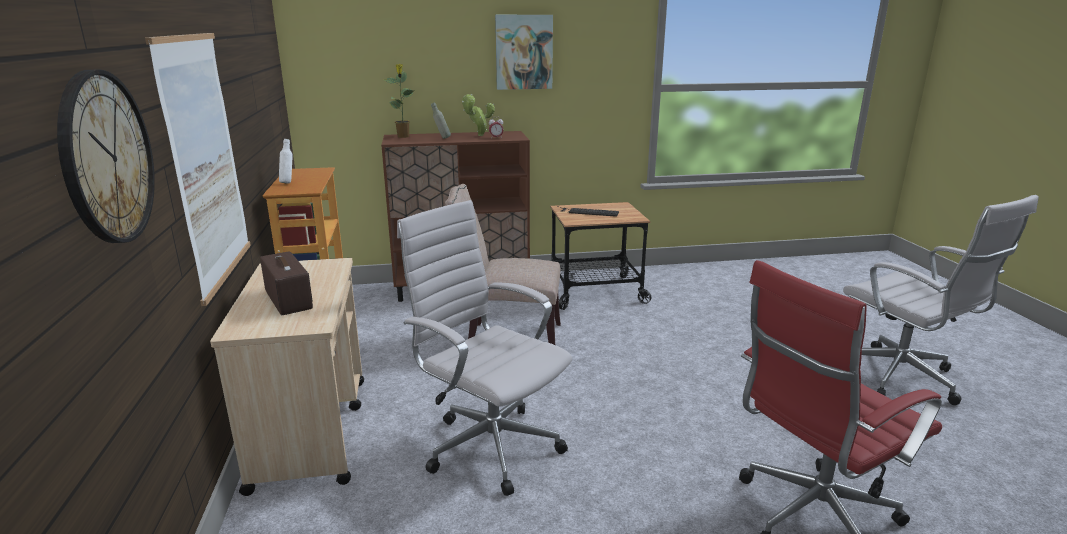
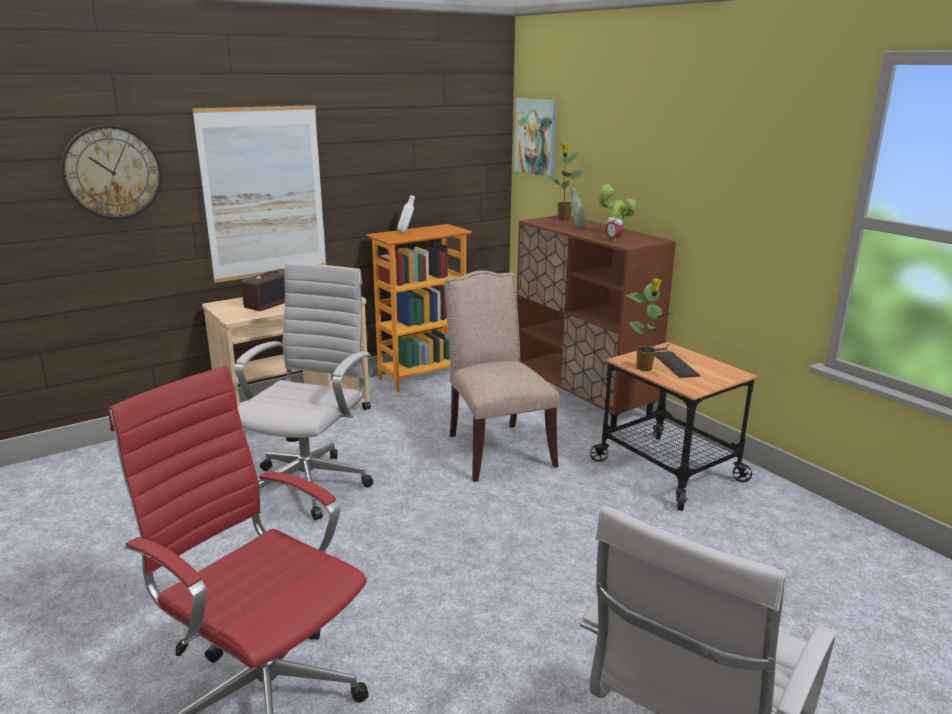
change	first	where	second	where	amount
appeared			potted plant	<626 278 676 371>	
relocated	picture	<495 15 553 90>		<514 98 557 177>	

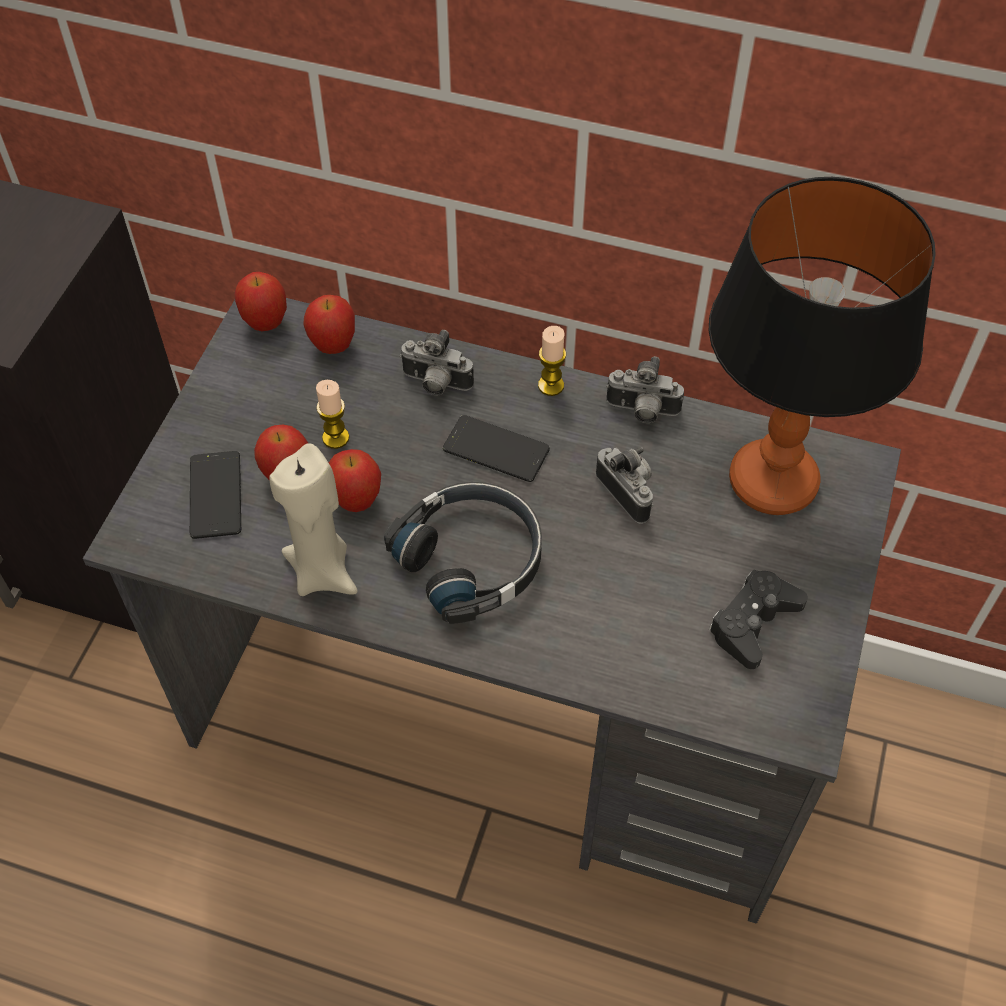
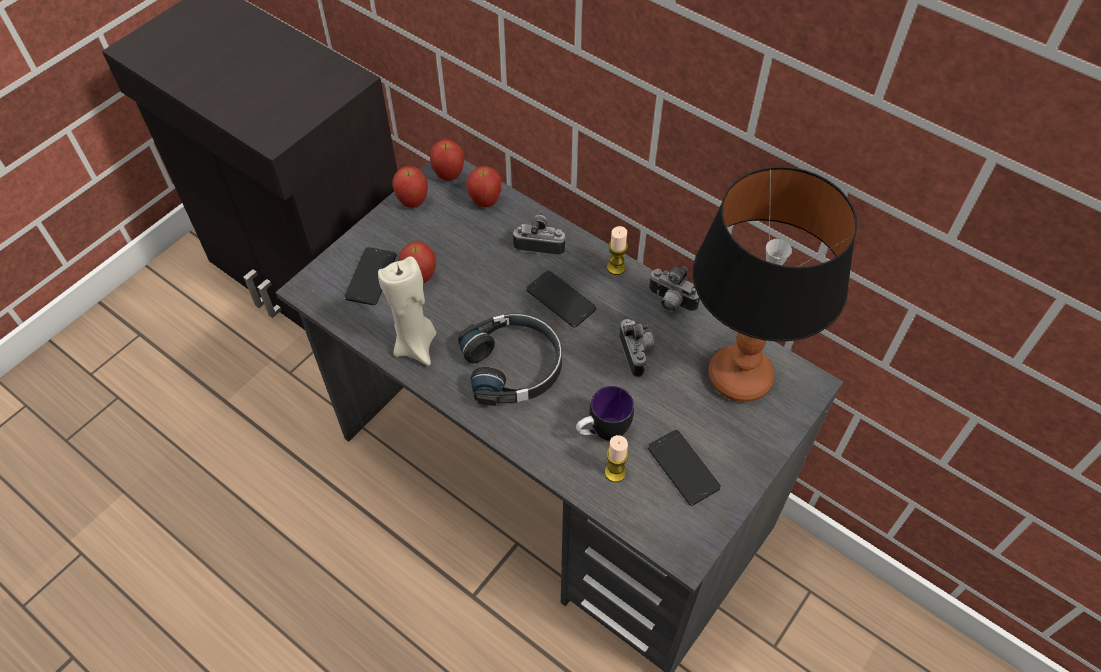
change	first	where	second	where	amount
appeared			mug	<576 386 634 441>	
relocated	candle	<316 380 349 449>		<605 435 629 482>	
relocated	apple	<329 449 381 512>		<392 166 428 208>	
exchanged	game controller/black	<709 570 808 669>	phone	<647 430 721 506>	
spun	photo camera	<399 330 474 395>		<513 211 566 256>	150 degrees clockwise

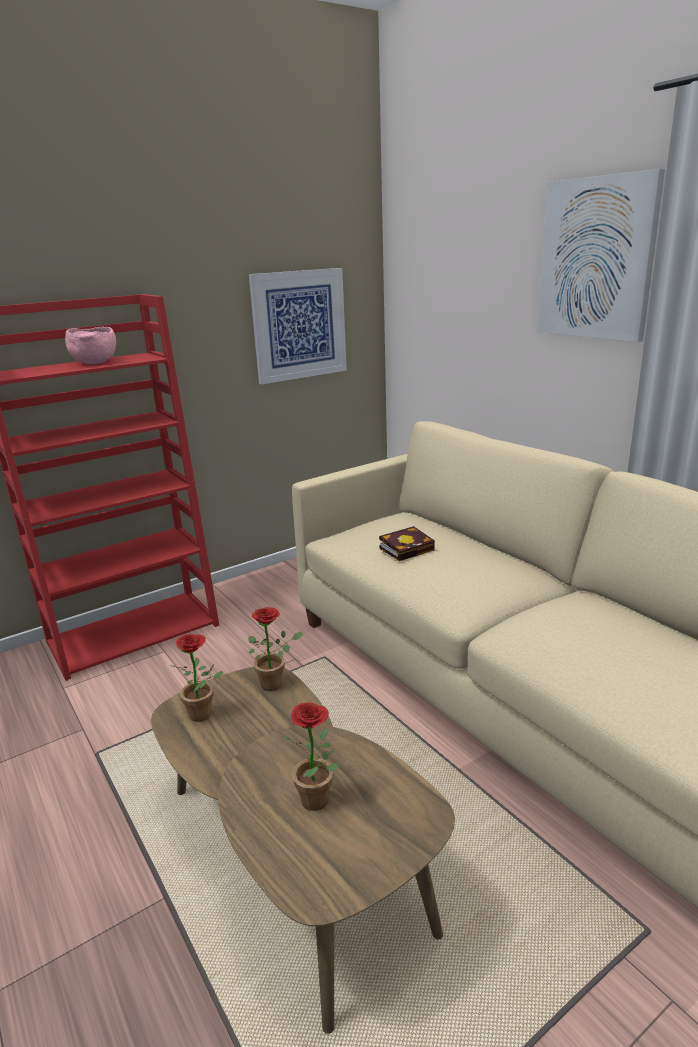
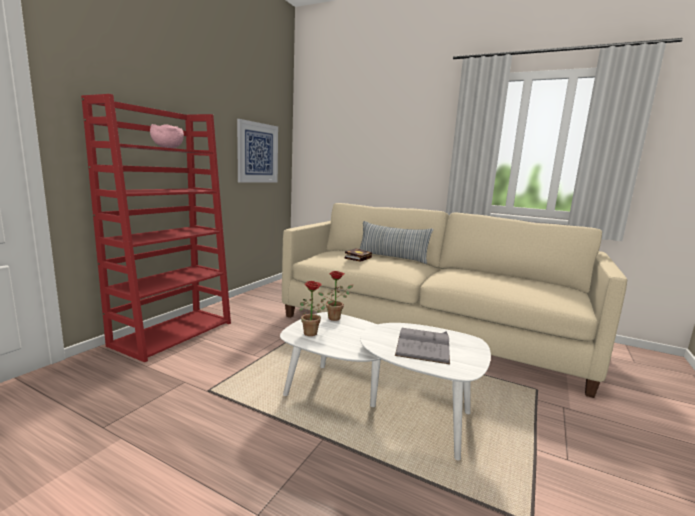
change	first	where	second	where	amount
missing	picture	<537 169 665 342>			
appeared			pillow	<359 221 433 264>	
exchanged	potted plant	<283 702 338 811>	book/grey	<395 328 450 364>	
colour	coffee table/brown	<151 667 455 1034>	coffee table/white	<280 312 491 461>	

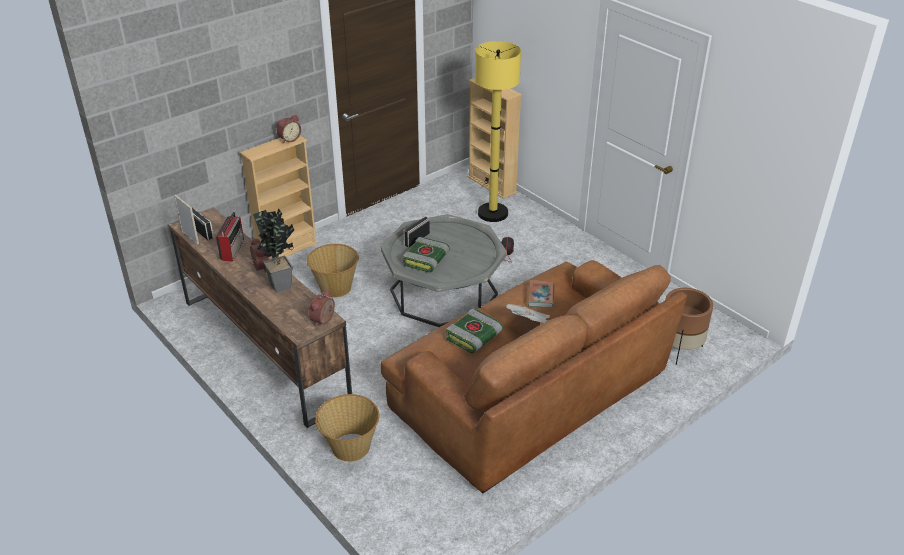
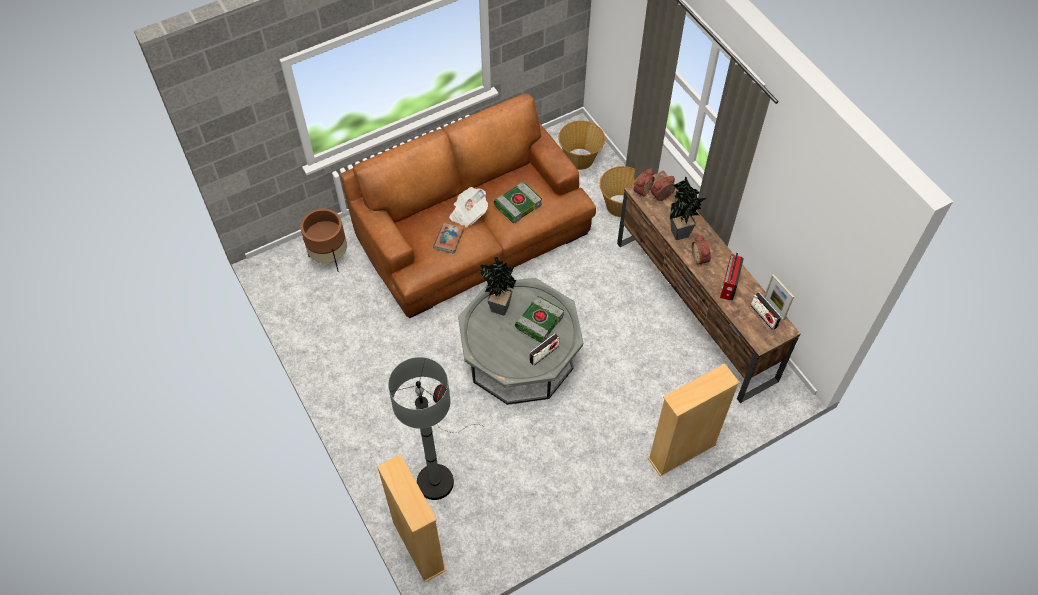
change	first	where	second	where	amount
appeared			potted plant	<480 257 516 316>	
relocated	alarm clock	<277 115 301 143>		<651 176 675 201>	
relocated	basket	<307 244 359 298>		<558 121 605 170>	
colour	floor lamp/yellow	<475 41 521 222>	floor lamp/grey	<388 357 454 500>	

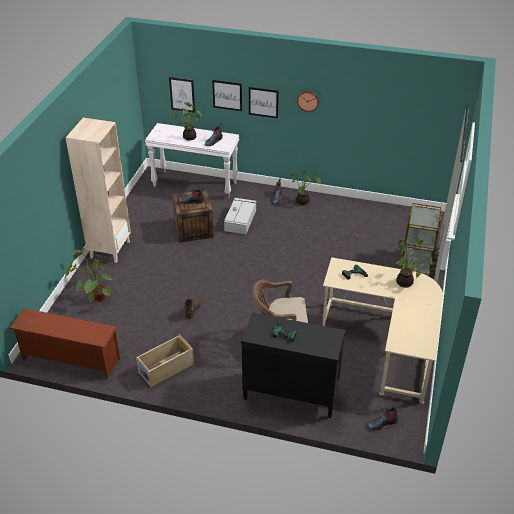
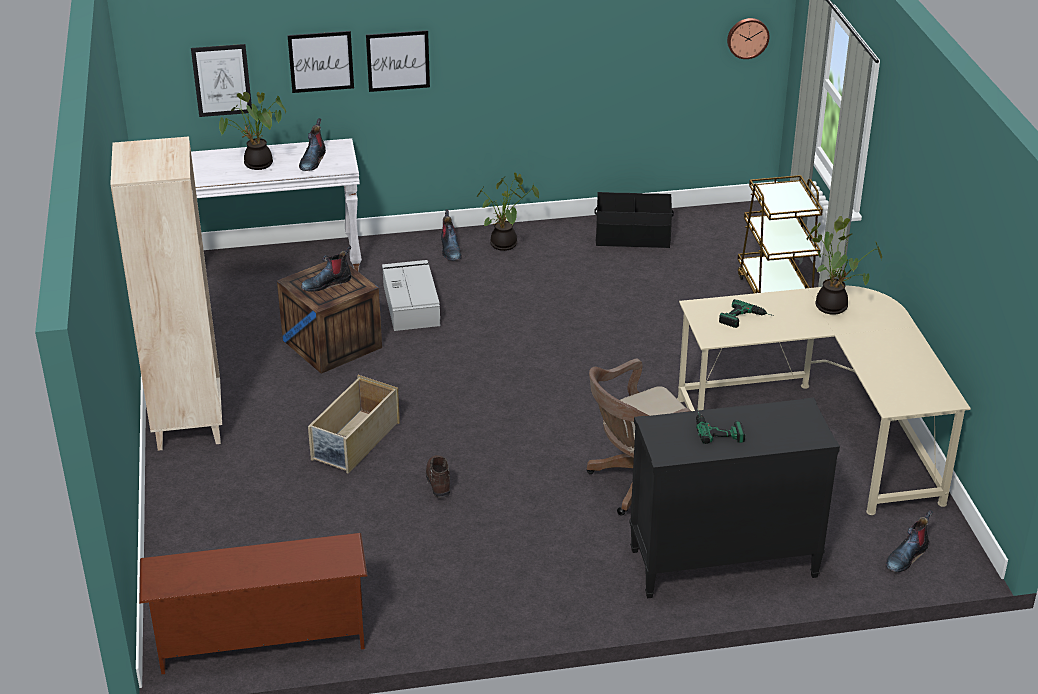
change	first	where	second	where	amount
missing	potted plant	<65 248 114 302>			
appeared			storage box/black	<595 192 674 248>	
relocated	storage box/beige	<136 334 194 387>		<308 375 400 474>	
relocated	wall clock	<297 91 319 112>		<727 18 769 59>	

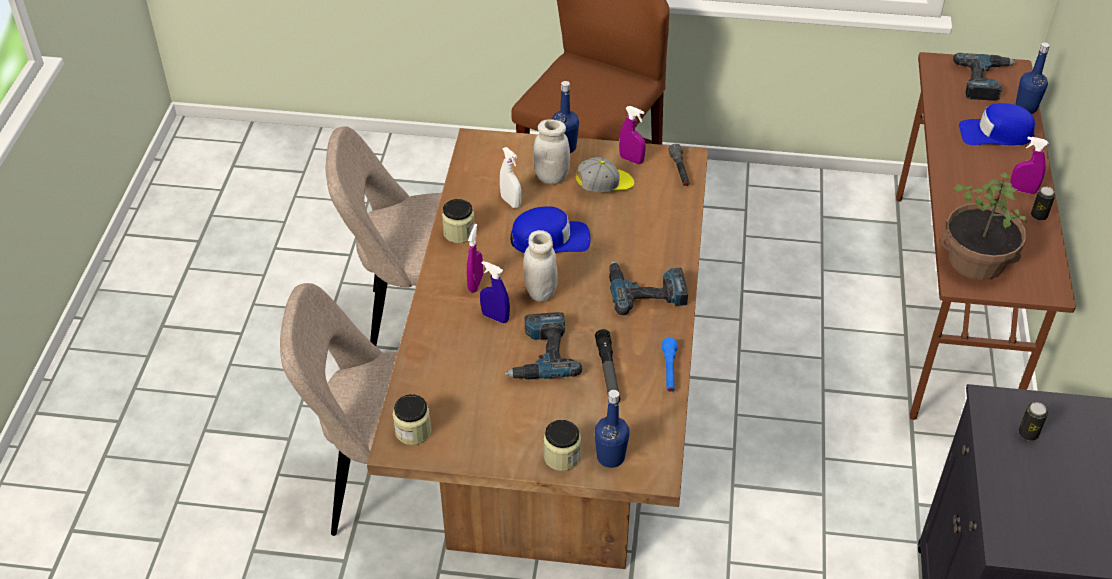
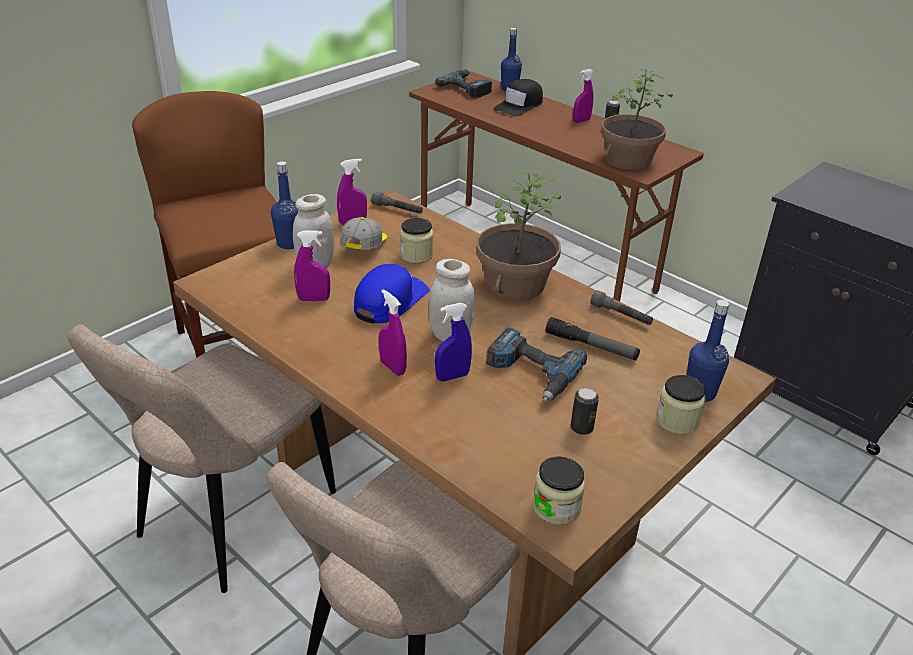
change	first	where	second	where	amount
relocated	jar	<442 199 475 243>		<400 218 433 263>	
relocated	can	<1018 402 1048 441>		<571 387 599 435>	
exchanged	power drill	<609 261 688 315>	potted plant	<476 172 561 301>	
colour	spray bottle/white	<500 147 521 208>	spray bottle/purple	<294 230 330 301>	
colour	flashlight/blue	<662 338 677 392>	flashlight/grey	<590 290 653 325>	
colour	cap/blue	<959 103 1035 145>	cap/black	<493 79 543 117>	

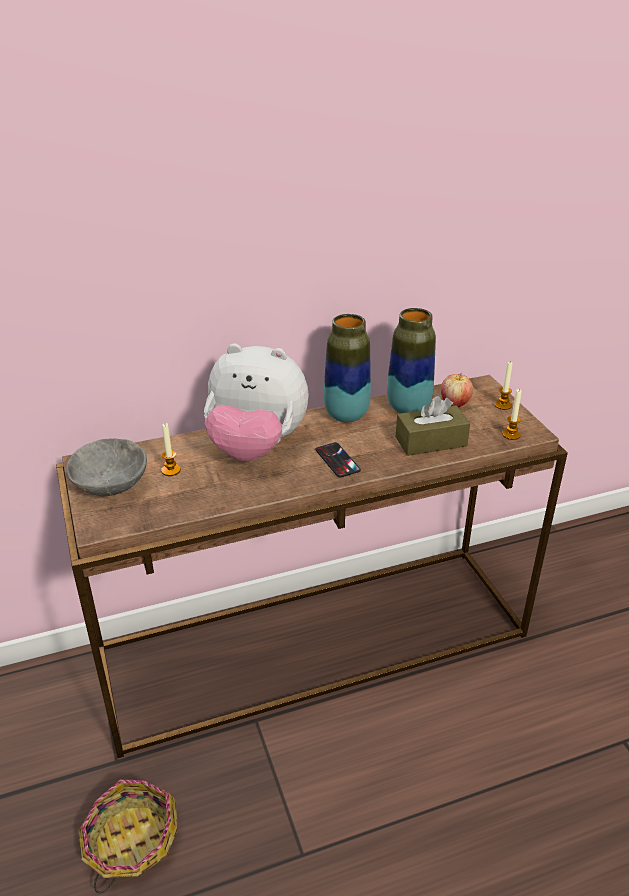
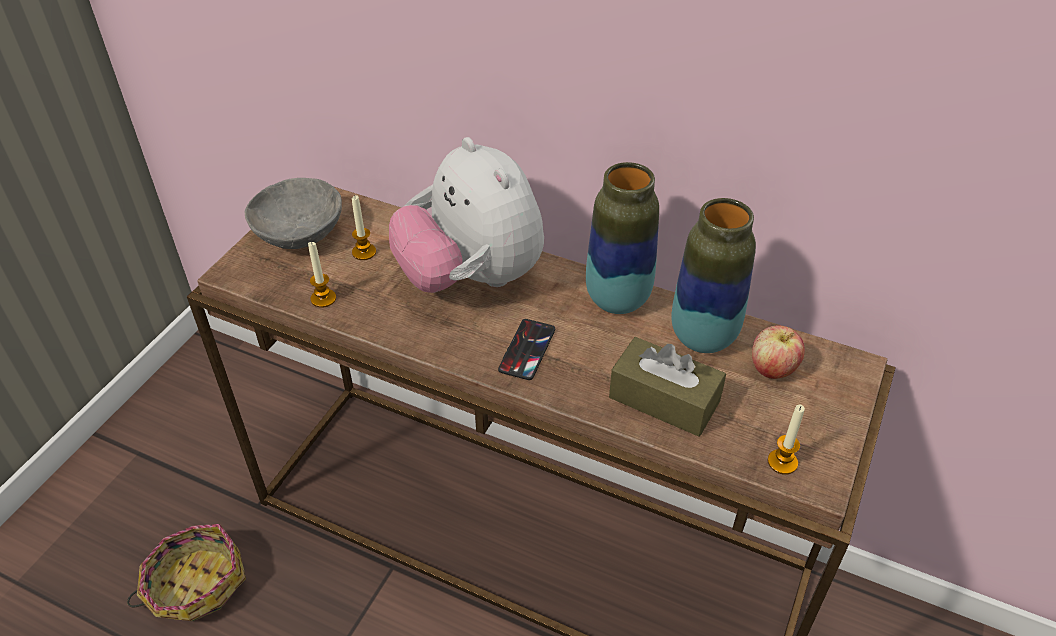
change	first	where	second	where	amount
relocated	candle	<495 362 513 410>		<308 241 336 308>	

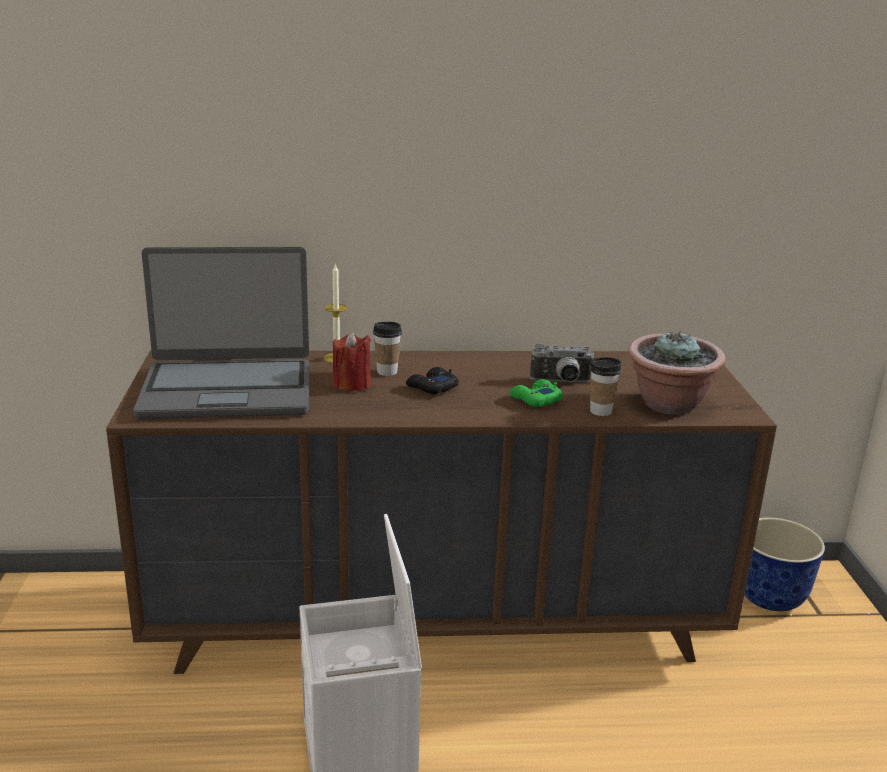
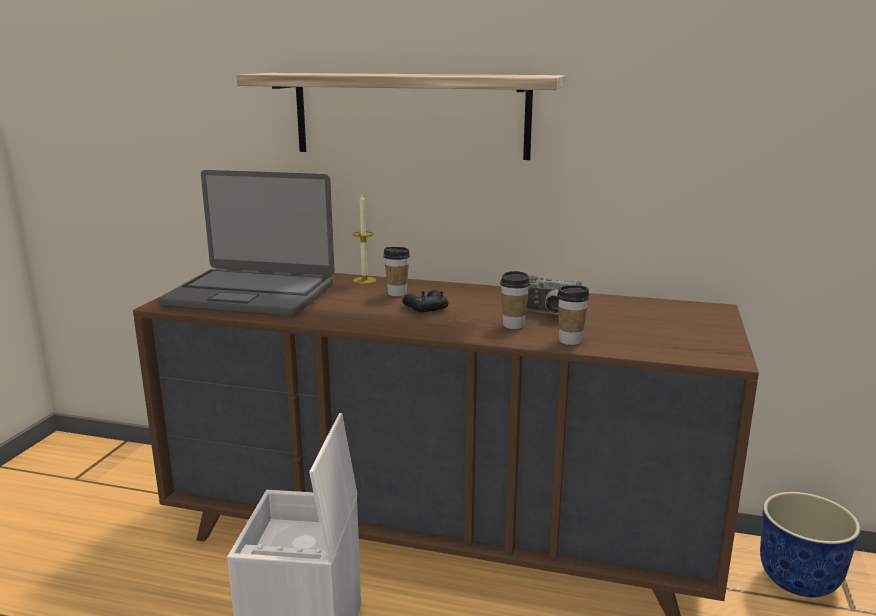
change	first	where	second	where	amount
missing	candle/red	<333 332 371 392>			
missing	potted plant	<628 332 726 415>			
appeared			shelf	<236 73 565 160>	
exchanged	game controller/green	<510 379 563 407>	cup	<500 271 530 329>	

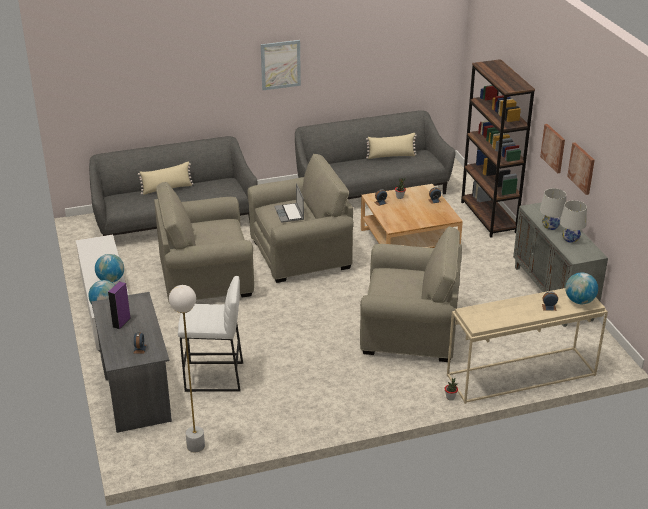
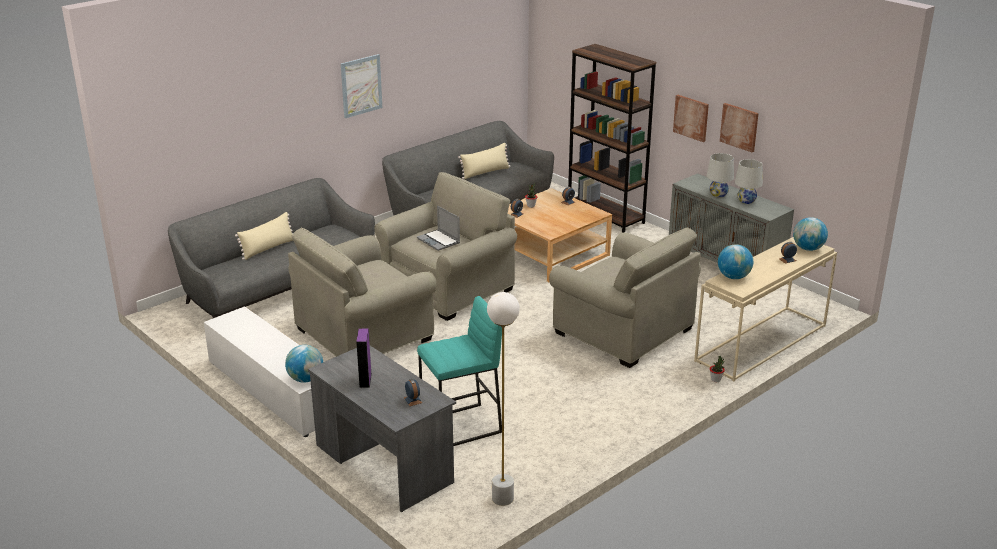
change	first	where	second	where	amount
relocated	globe	<95 254 124 283>		<718 244 753 279>	
colour	stool/white	<178 276 243 392>	stool/turquoise	<417 296 502 446>	
spun	armchair/beige	<360 226 462 362>		<549 227 701 368>	60 degrees clockwise

